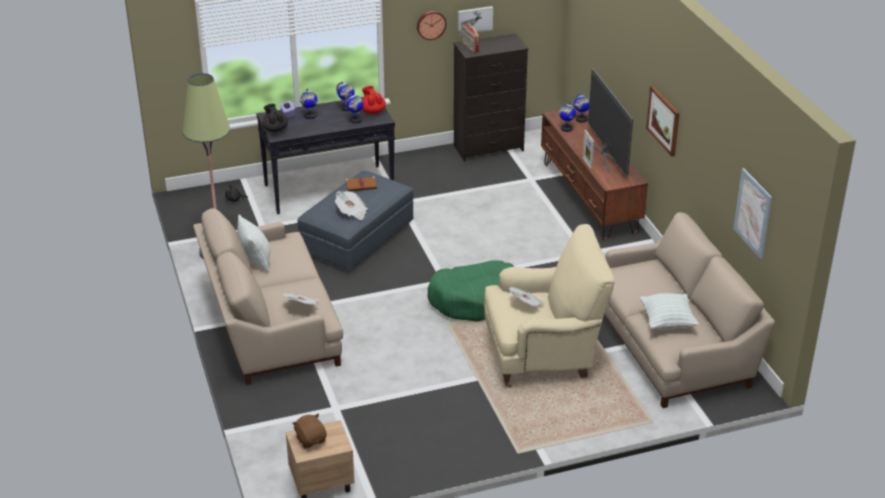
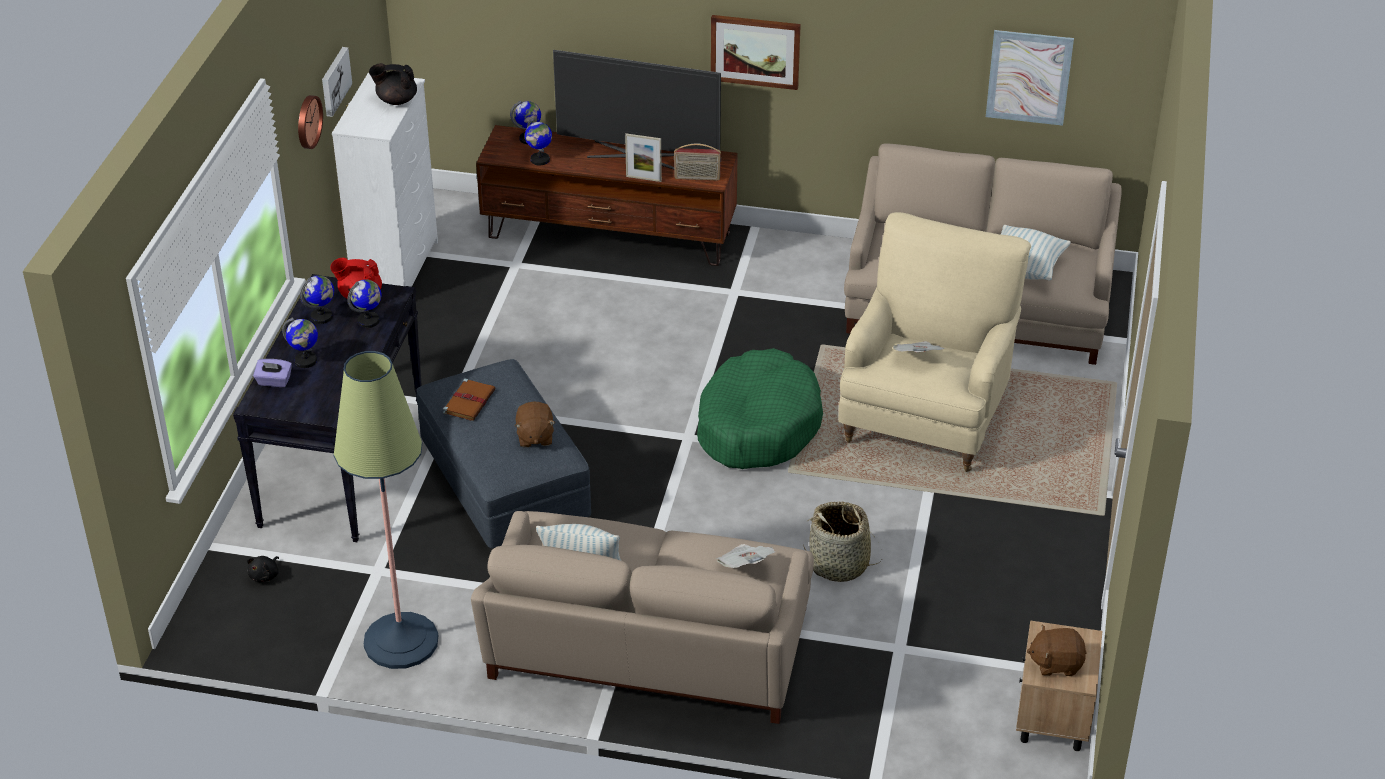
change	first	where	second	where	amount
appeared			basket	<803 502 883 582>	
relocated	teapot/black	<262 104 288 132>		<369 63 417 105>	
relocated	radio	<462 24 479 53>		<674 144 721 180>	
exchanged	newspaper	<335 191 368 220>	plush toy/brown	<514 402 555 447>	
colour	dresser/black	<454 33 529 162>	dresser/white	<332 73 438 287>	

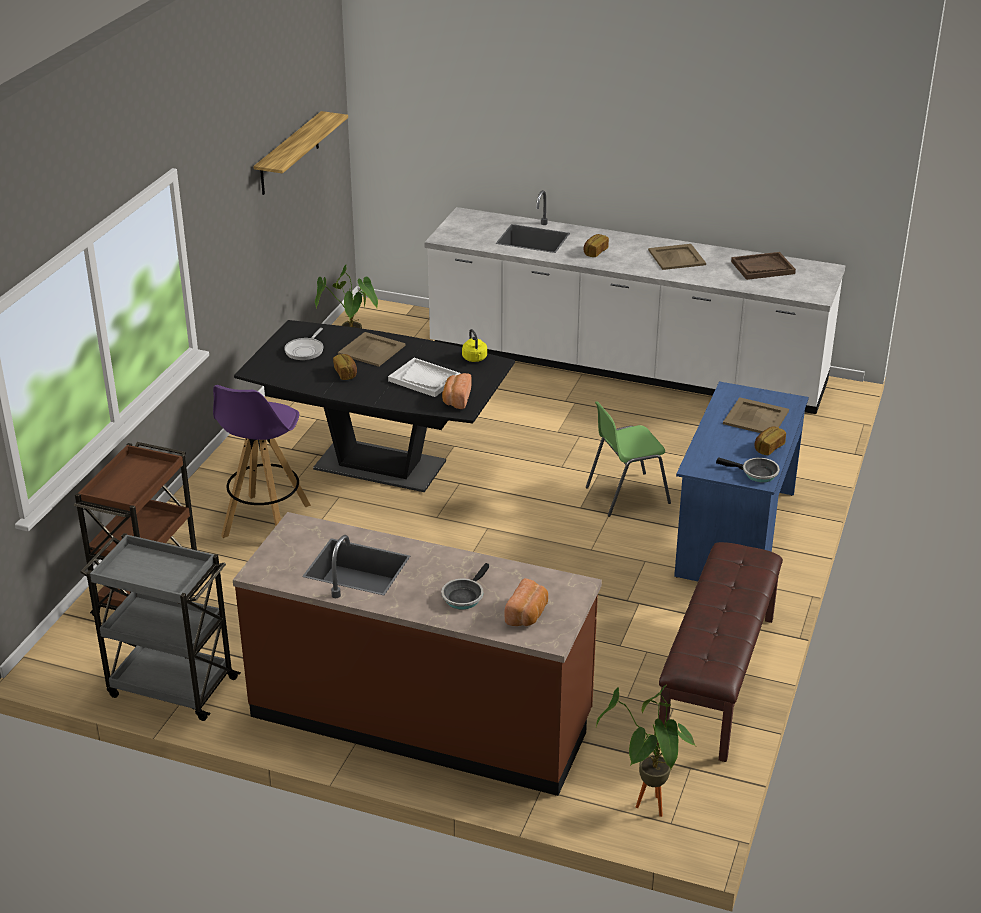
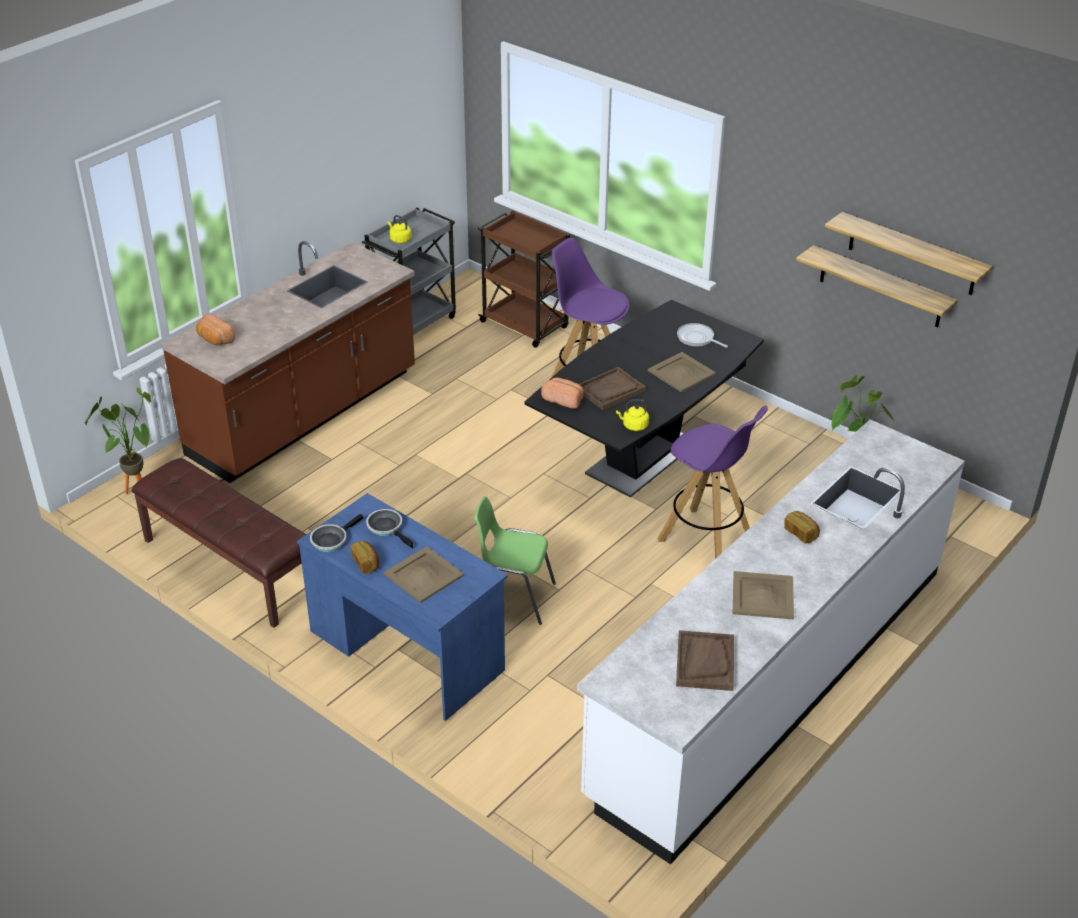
change	first	where	second	where	amount
missing	bread	<333 354 357 380>			
appeared			kettle/yellow	<388 215 412 243>	
appeared			stool/purple	<657 406 768 559>	
appeared			shelf	<796 245 958 327>	
relocated	frying pan	<441 563 489 609>		<366 509 413 548>	
colour	tray/white	<388 358 460 397>	tray/brown	<579 367 646 410>	
spun	chair/green	<586 401 671 517>		<474 496 556 625>	75 degrees counterclockwise

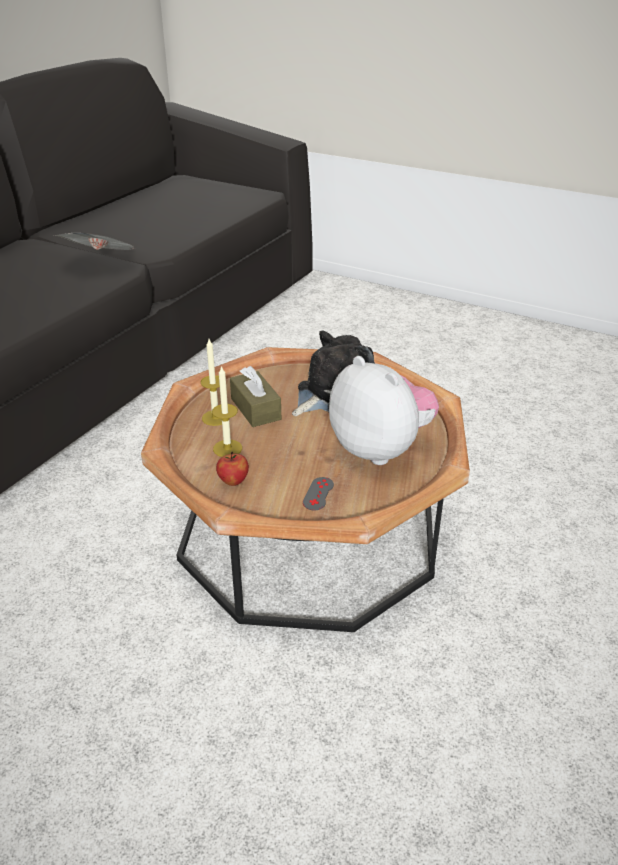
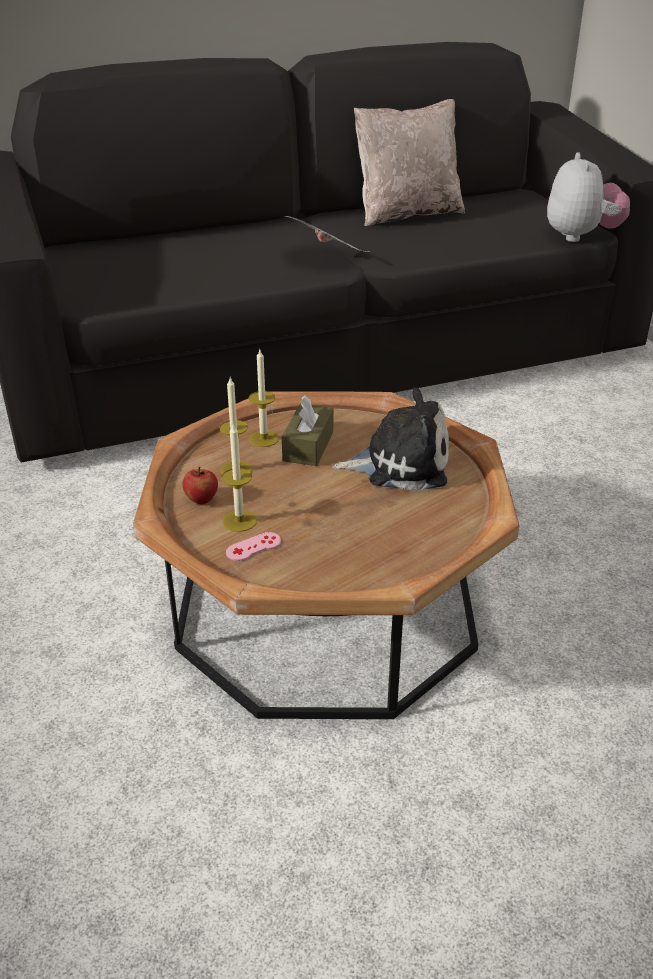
change	first	where	second	where	amount
appeared			candle	<221 424 257 532>	
appeared			pillow/beige	<354 99 465 226>	
relocated	plush toy	<329 356 439 465>		<547 152 630 242>	
colour	game controller/grey	<303 477 334 510>	game controller/pink	<226 532 281 561>	

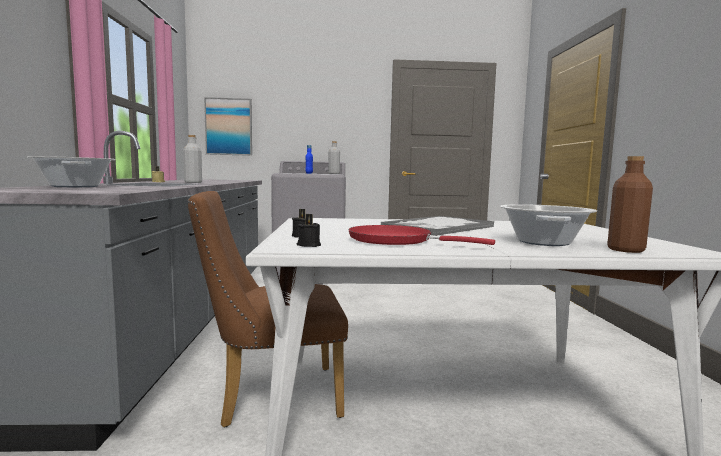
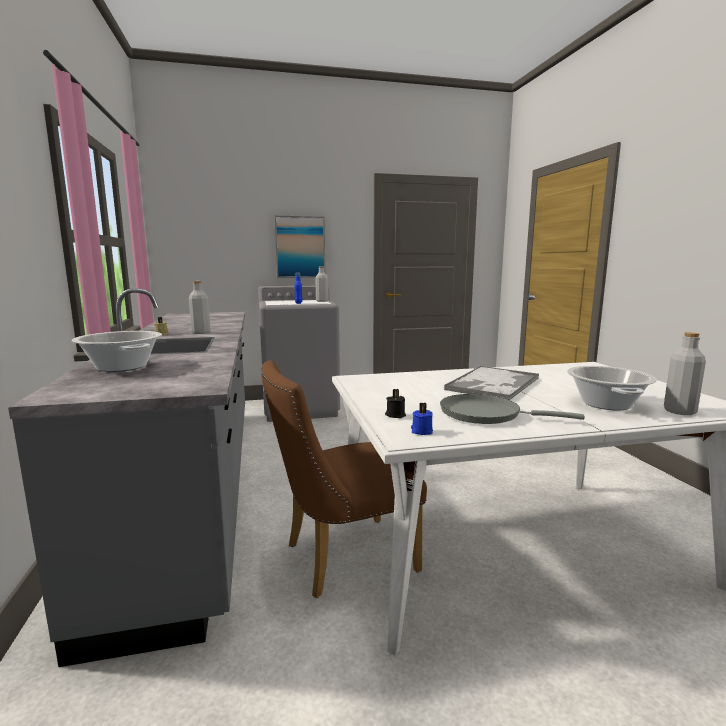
change	first	where	second	where	amount
relocated	picture	<204 97 252 156>		<274 216 325 278>	
colour	candle/black	<297 214 321 247>	candle/blue	<411 402 433 435>	
colour	frying pan/red	<348 225 495 245>	frying pan/grey	<440 394 585 424>	
colour	bottle/brown	<607 156 653 253>	bottle/grey	<664 332 706 415>	

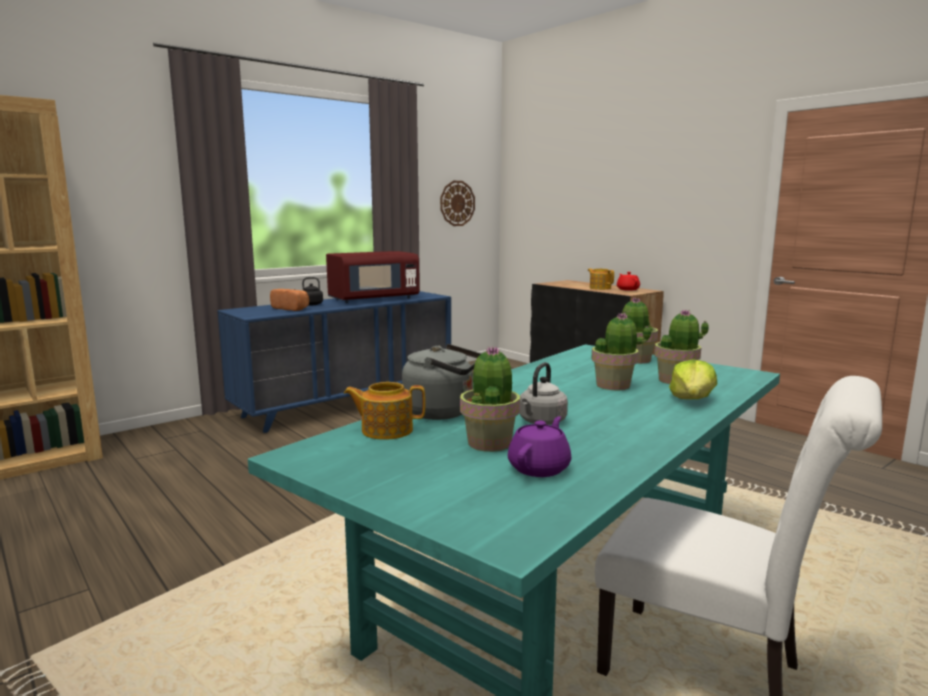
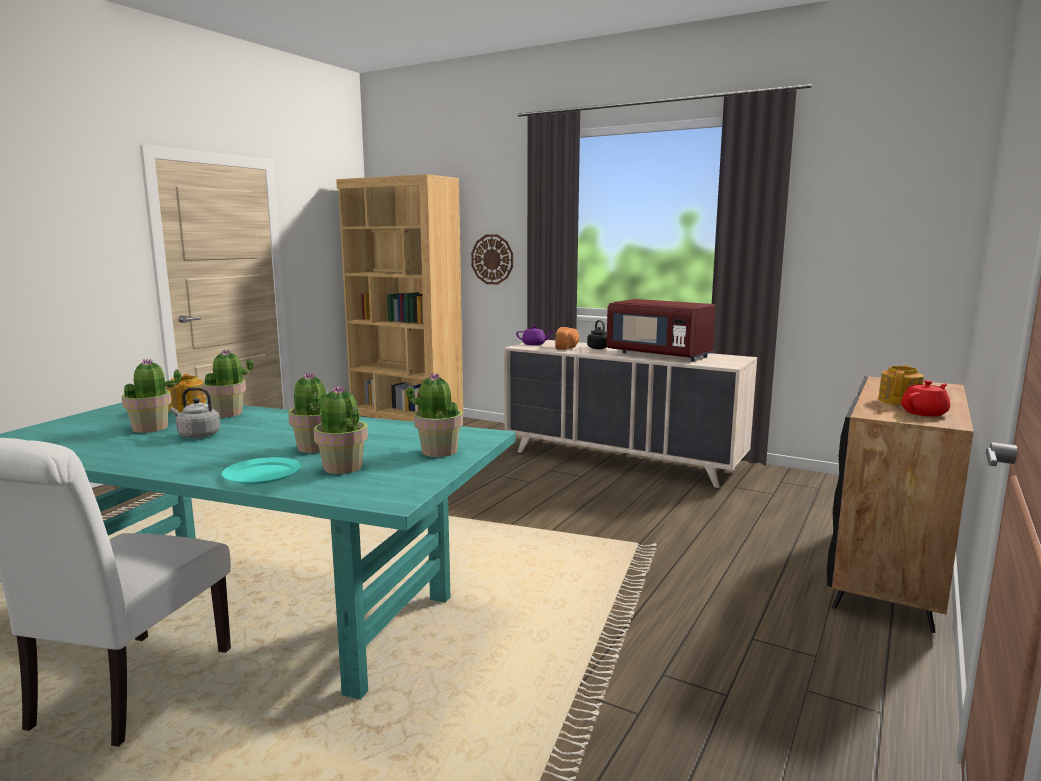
change	first	where	second	where	amount
relocated	wall clock	<440 181 475 226>		<471 234 513 285>	
relocated	teapot/purple	<508 416 571 477>		<516 326 554 345>	
exchanged	kettle/grey	<402 344 481 420>	potted plant	<202 349 253 418>	
exchanged	lettuce	<669 359 717 399>	plate/turquoise	<222 457 301 484>	
colour	dresser/blue	<217 291 451 433>	dresser/beige	<504 340 757 488>	

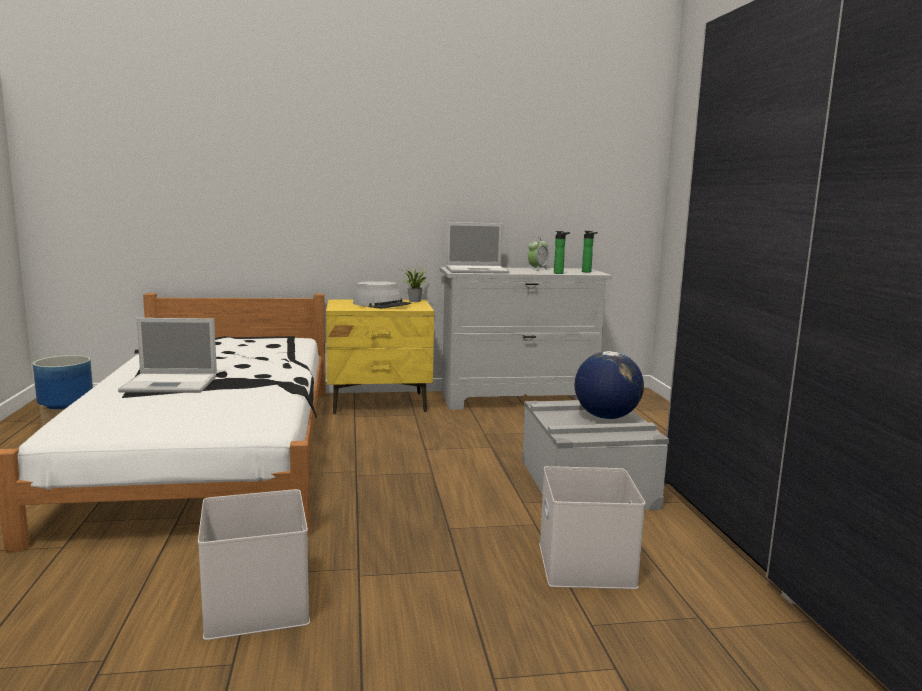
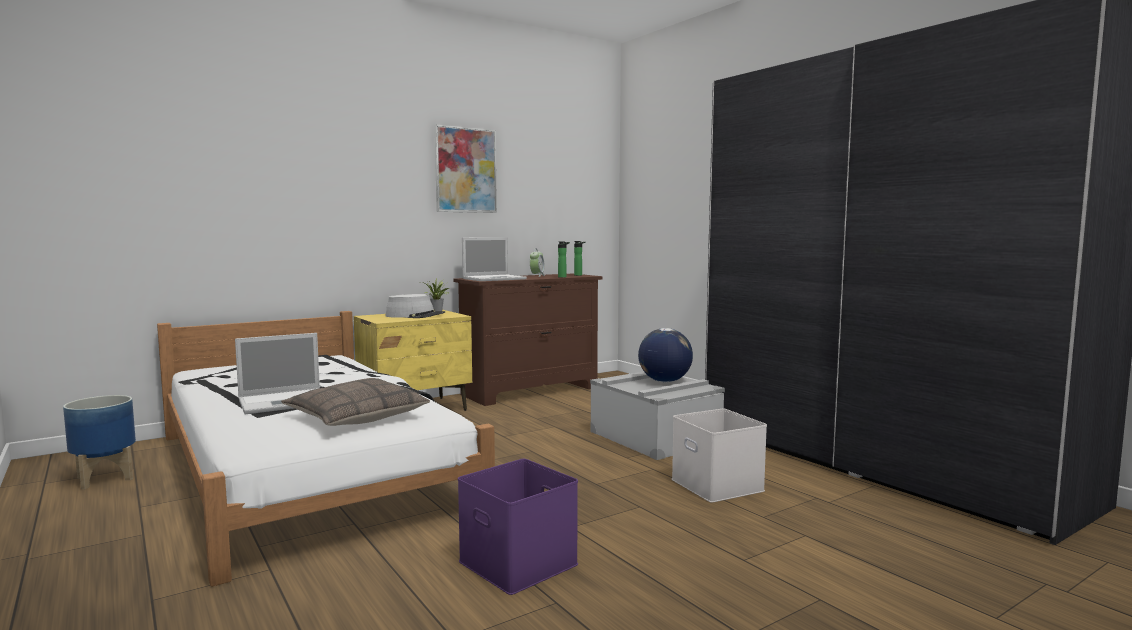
change	first	where	second	where	amount
appeared			pillow	<281 378 430 426>	
appeared			picture	<435 125 497 213>	
colour	storage box/white	<198 489 310 640>	storage box/purple	<458 459 578 595>	
colour	dresser/white	<440 267 612 410>	dresser/brown	<453 274 602 406>	

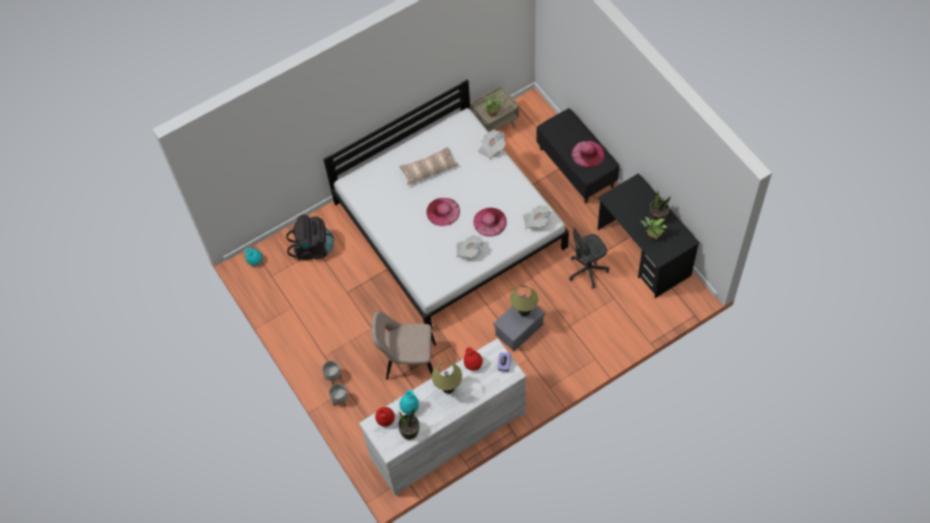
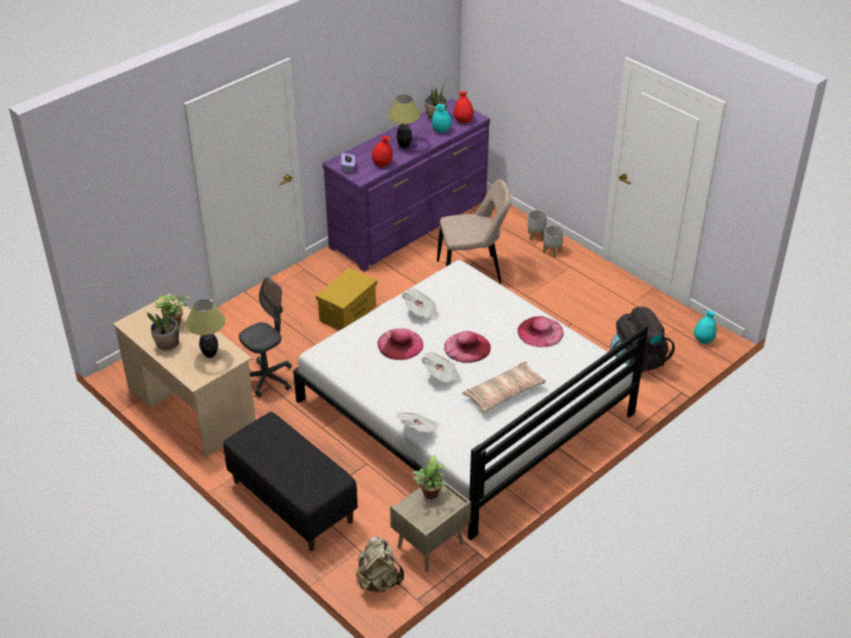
change	first	where	second	where	amount
appeared			backpack/beige	<356 536 404 592>	
relocated	table lamp	<510 286 538 316>		<185 299 225 358>	
relocated	newspaper	<523 206 551 229>		<421 352 462 382>	
relocated	hat/pink	<572 141 604 168>		<517 316 564 348>	
colour	dresser/white	<359 338 526 496>	dresser/purple	<323 98 490 271>	
colour	storage box/grey	<493 296 545 351>	storage box/yellow	<316 268 377 331>	
colour	desk/black	<598 173 700 298>	desk/beige	<113 293 256 457>	

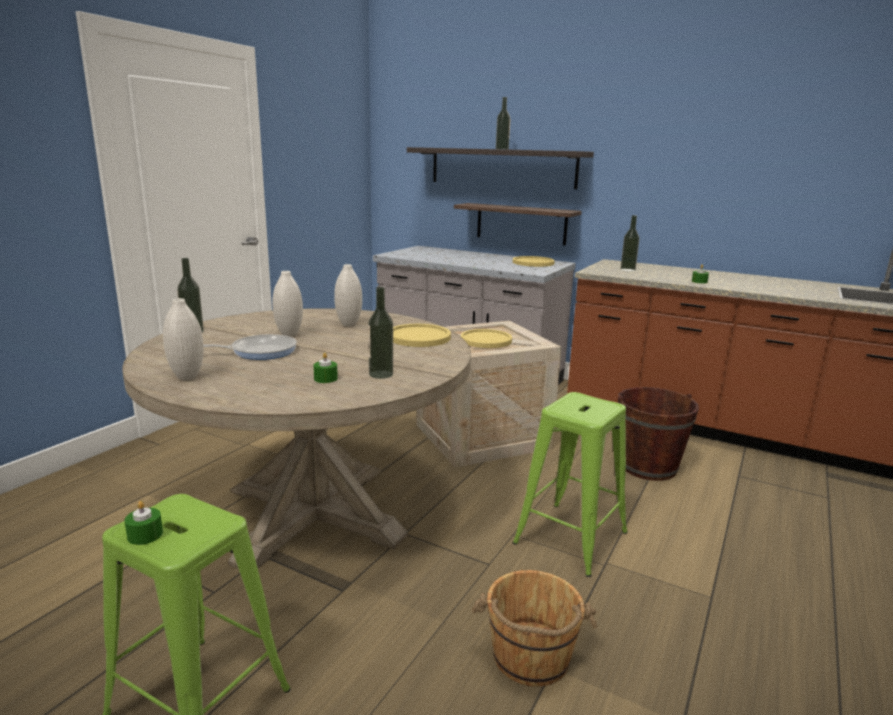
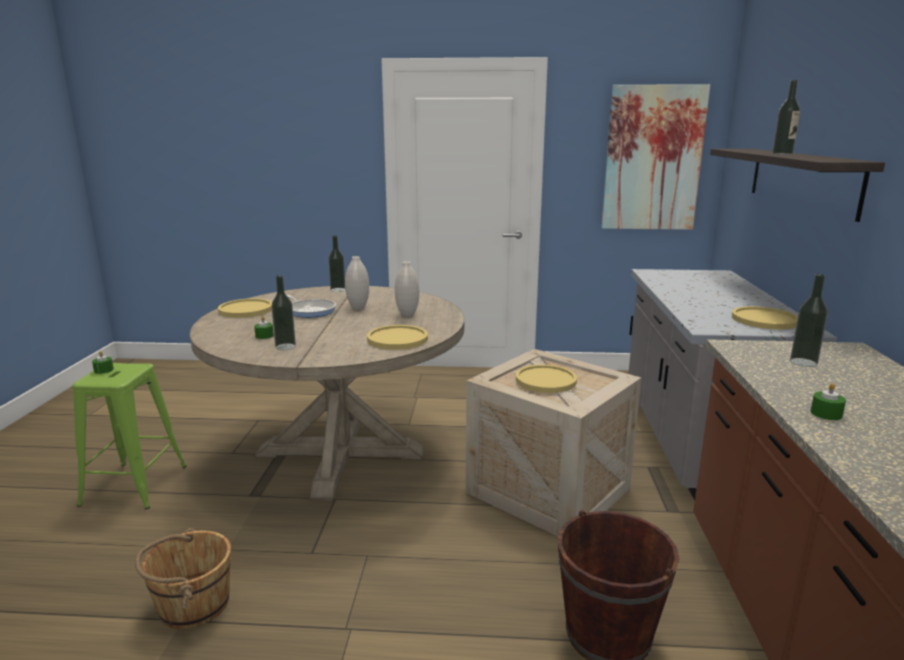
change	first	where	second	where	amount
missing	shelf	<454 203 582 246>			
missing	stool/green	<513 392 628 577>			
appeared			picture	<602 84 710 230>	
exchanged	vase/white	<163 298 204 380>	plate/yellow	<218 298 272 318>	

